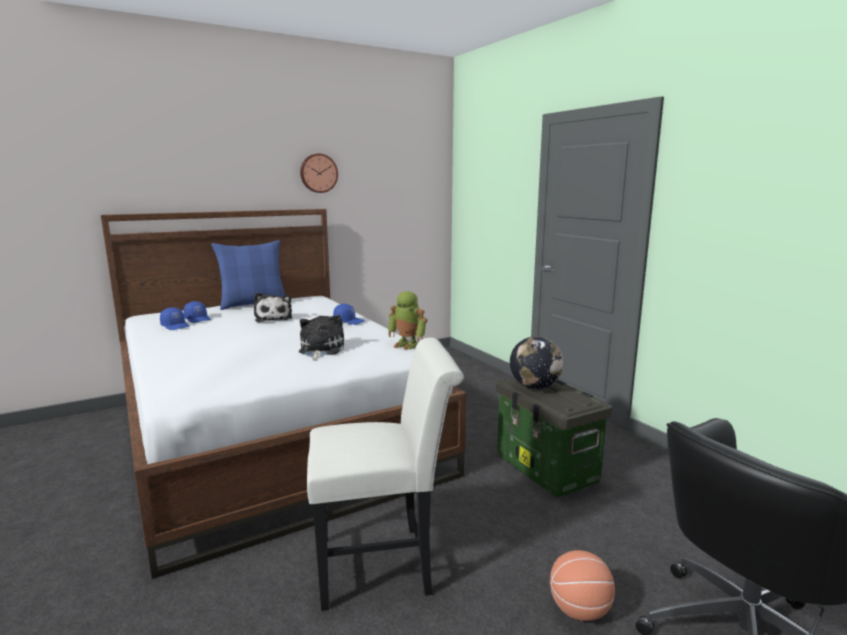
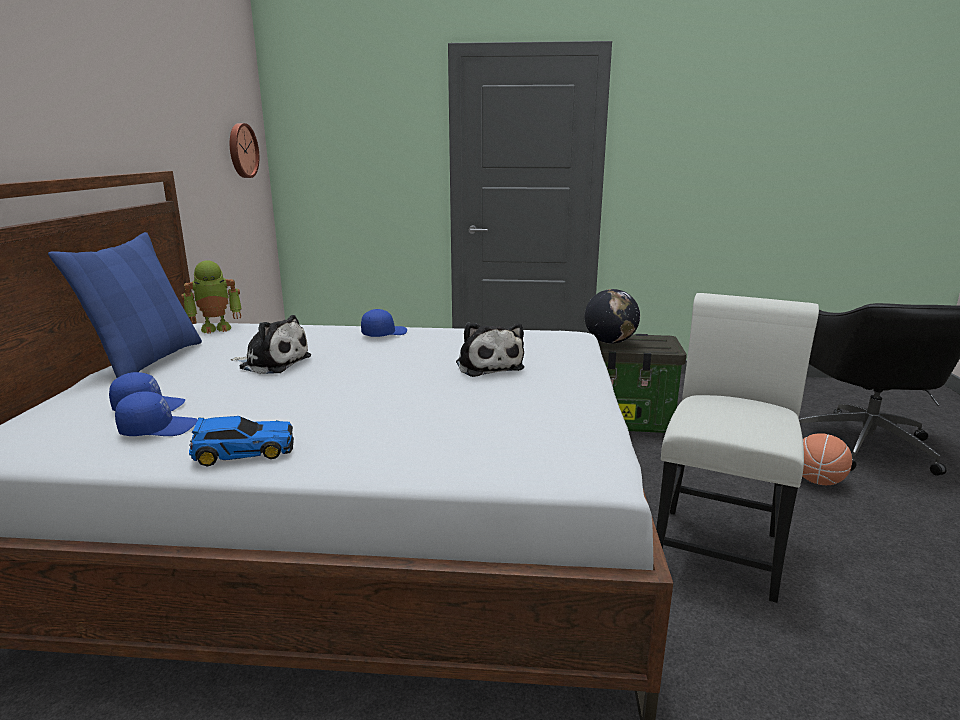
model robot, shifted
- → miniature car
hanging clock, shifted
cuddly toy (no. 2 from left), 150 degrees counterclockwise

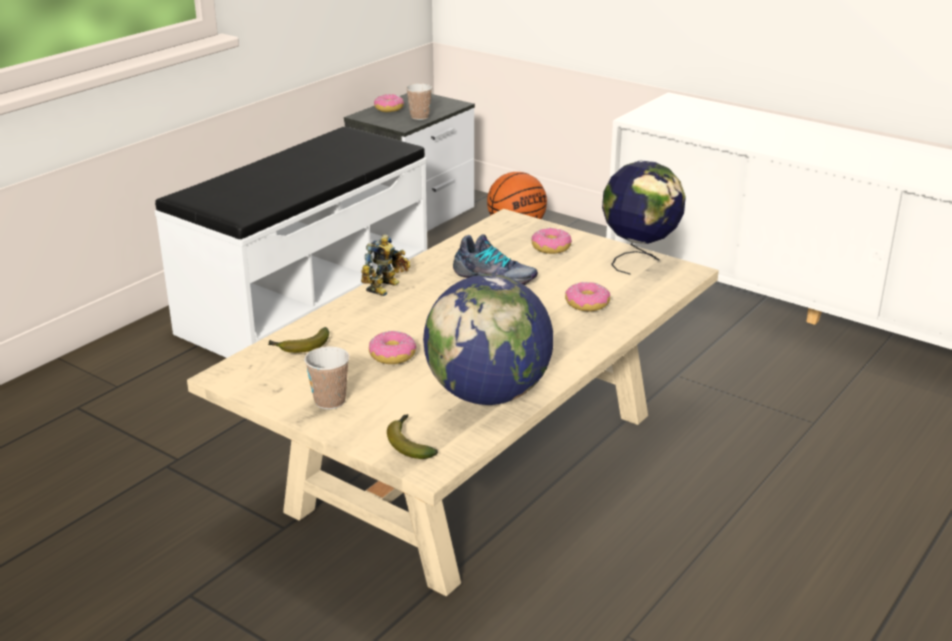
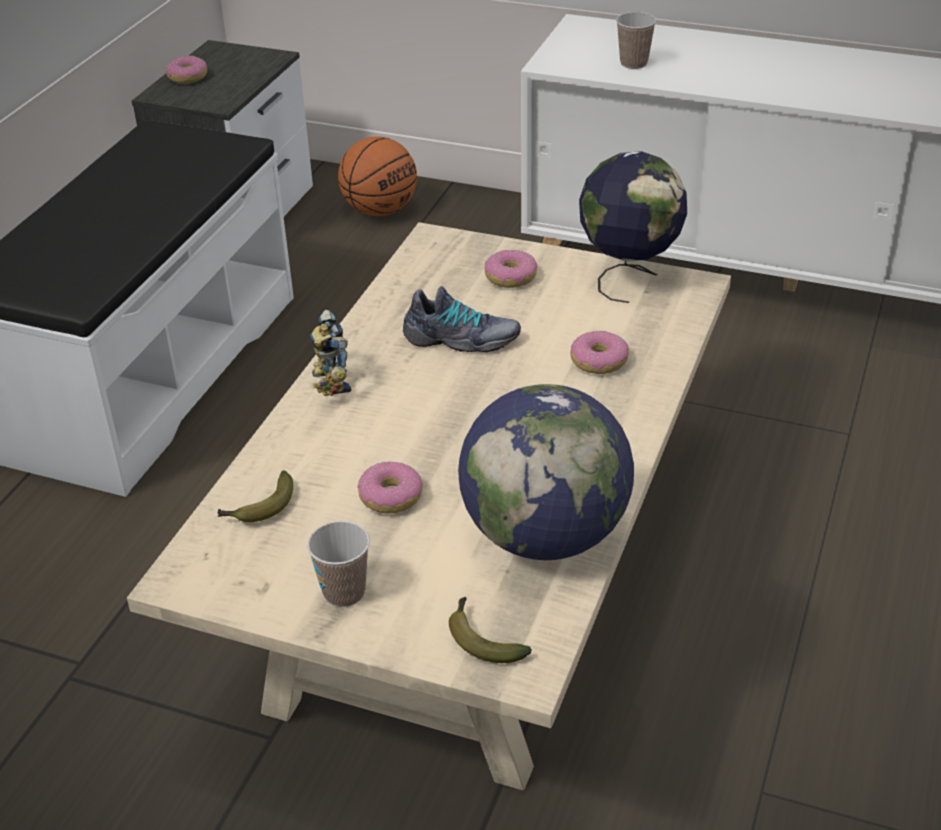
model robot, 150 degrees clockwise
cup (no. 2 from left), shifted

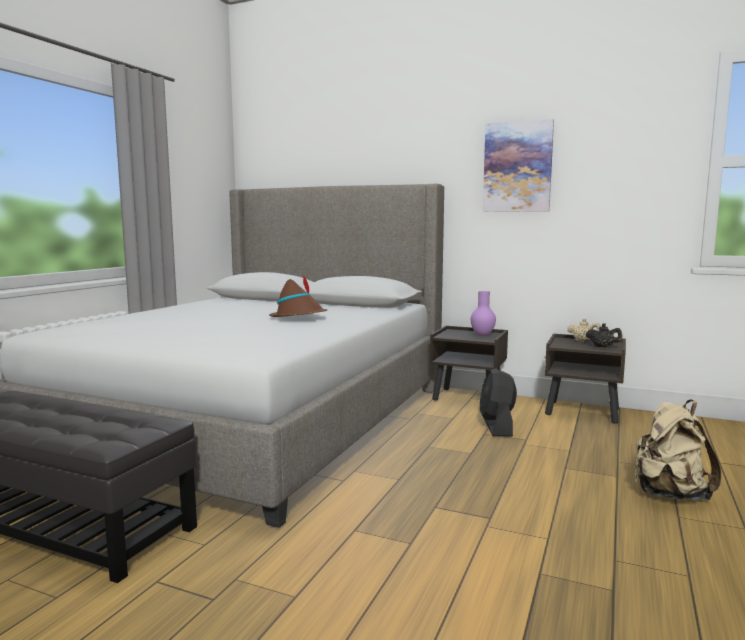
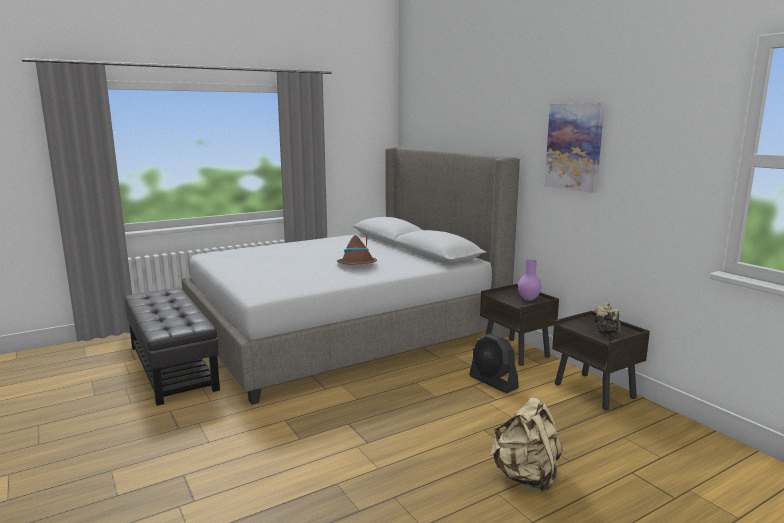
fan (blackish), 75 degrees counterclockwise

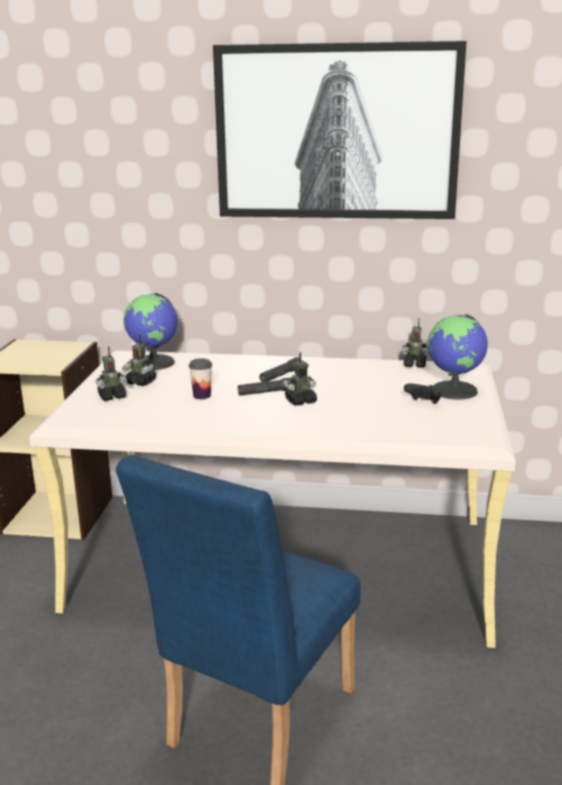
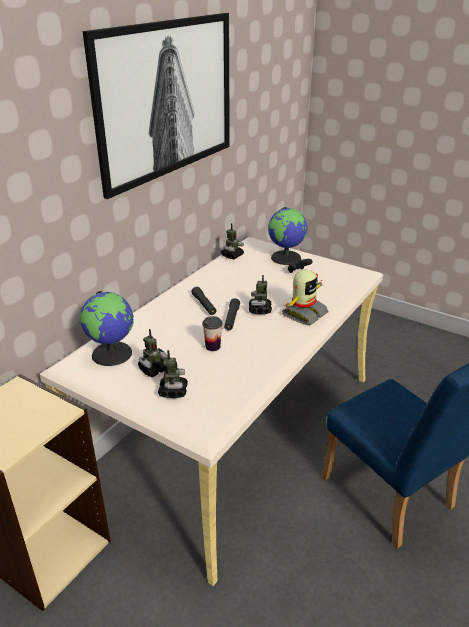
- → model robot (no. 5 from left)

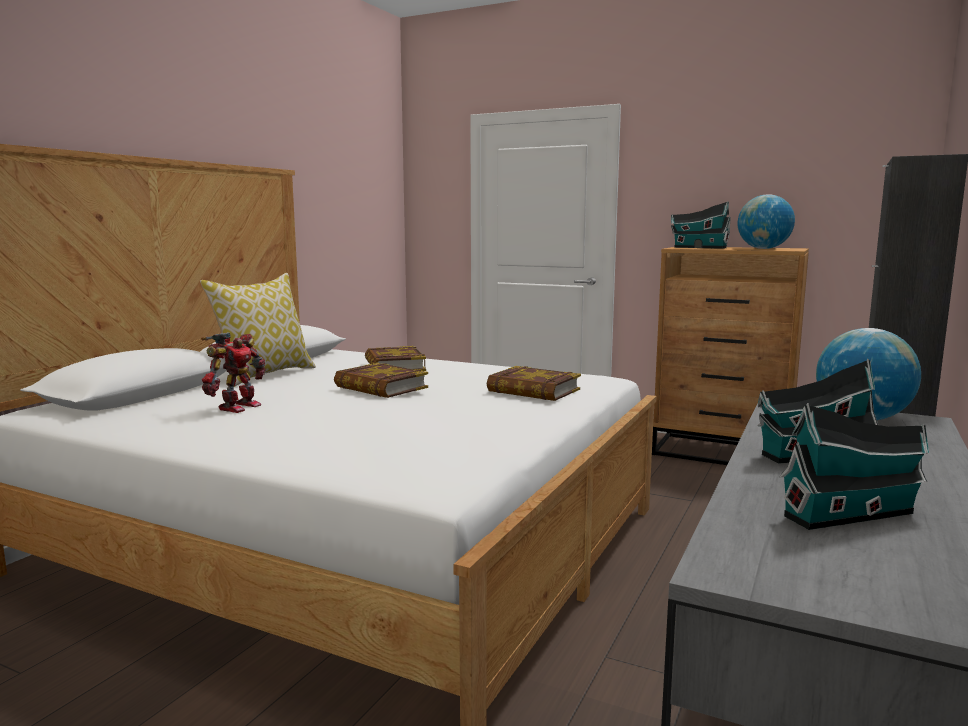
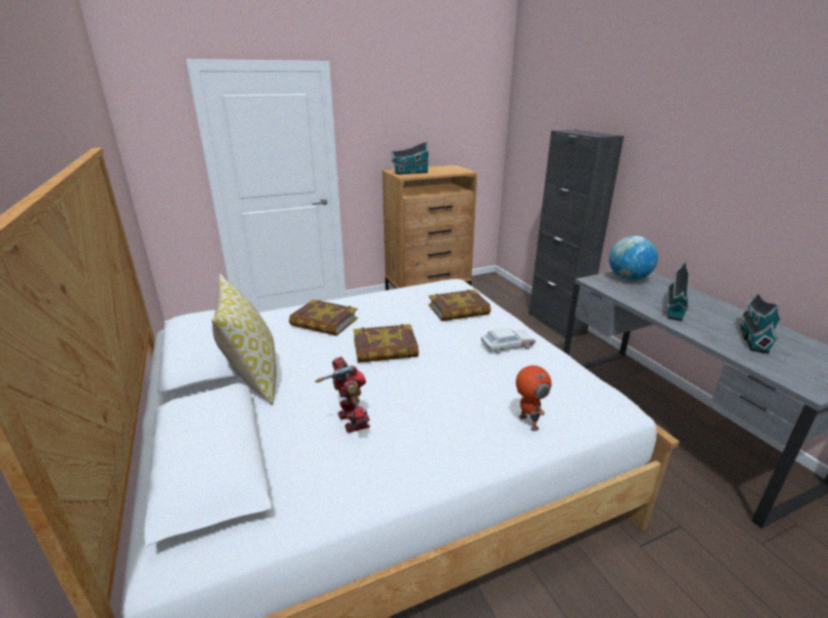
- → miniature car
- → model robot (no. 2 from left)
world globe (no. 1 from left) → -

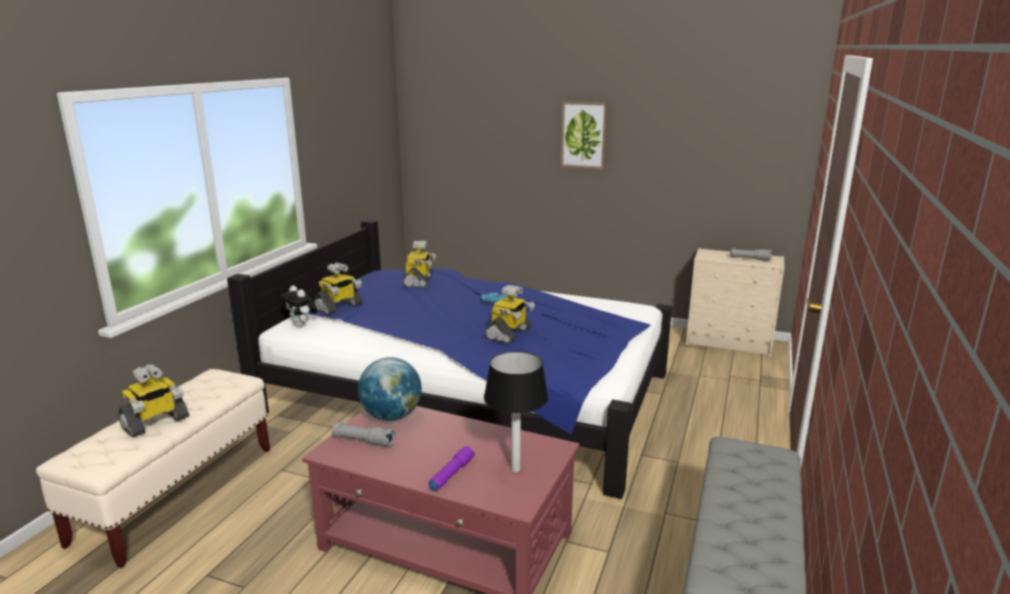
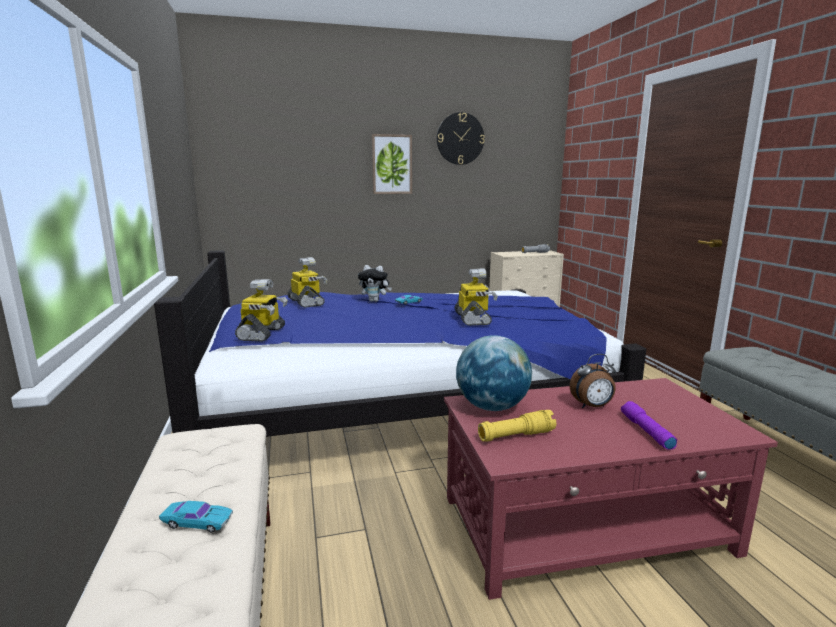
model robot (no. 1 from left) → miniature car (turquoise-coloured) (no. 1 from left)
cuddly toy, shifted
- → hanging clock
hand torch (grey) (no. 1 from left) → hand torch (yellowish)
- → table clock
table lamp → -

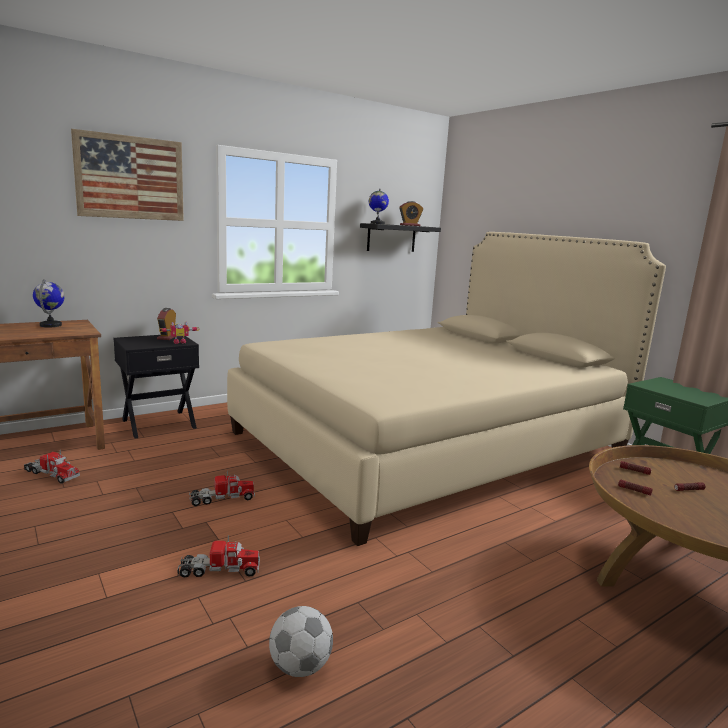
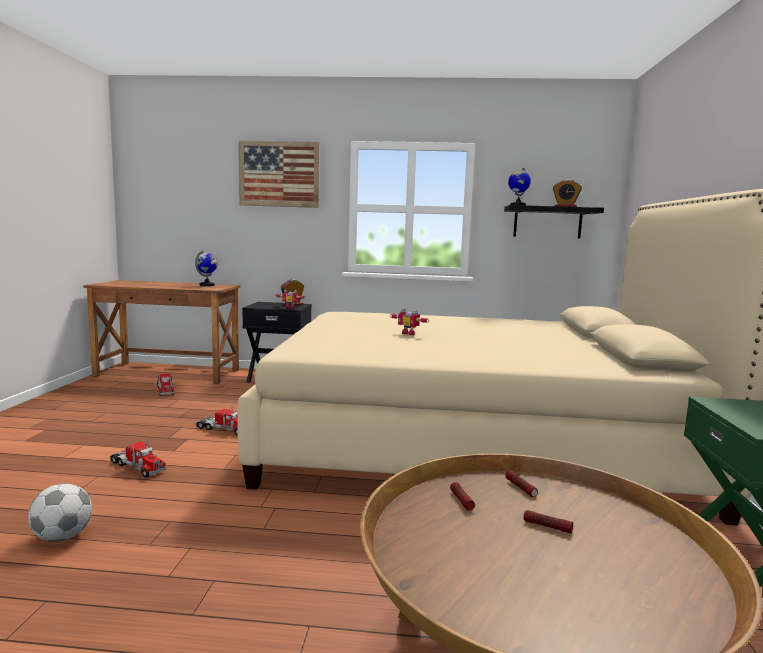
- → model robot (no. 2 from left)

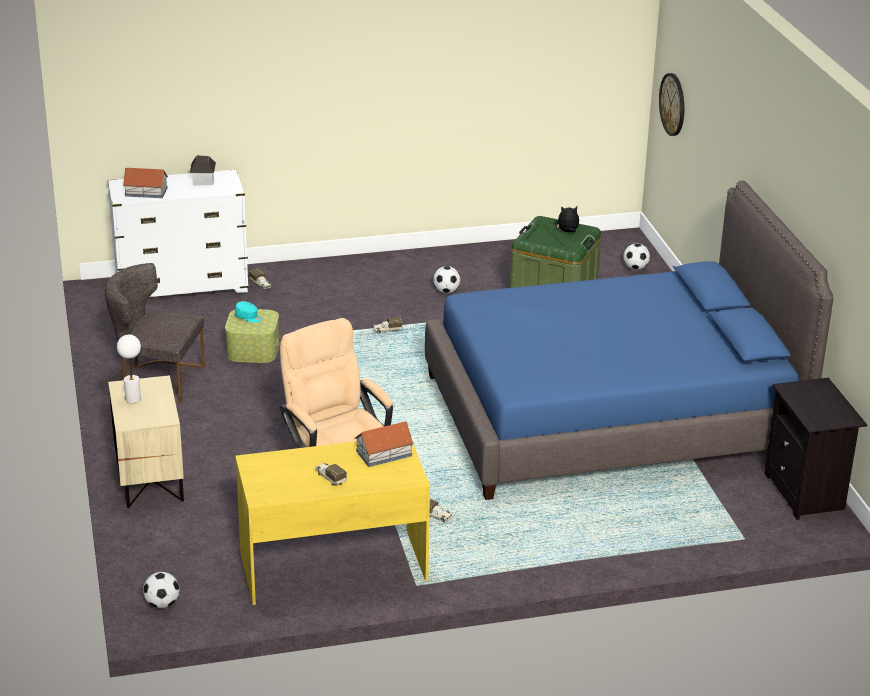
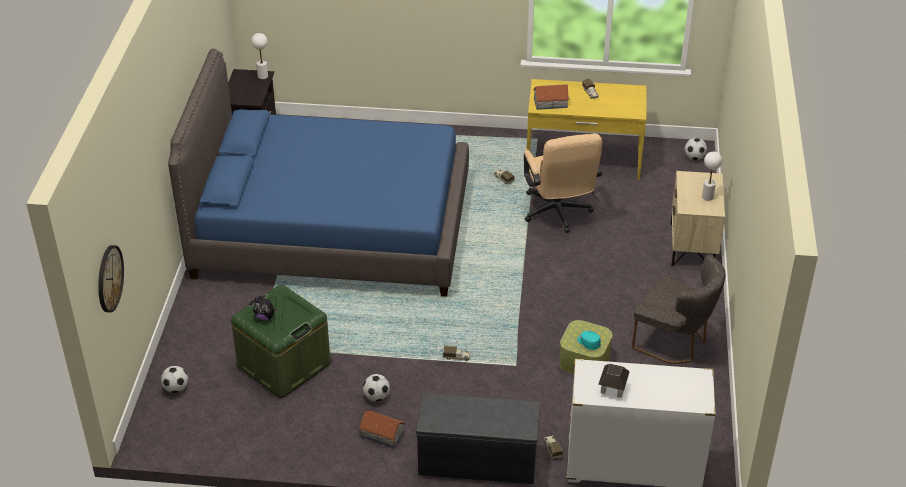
- → table lamp (whitish) (no. 1 from left)
toy house (no. 1 from left), shifted
- → long seat (grey)

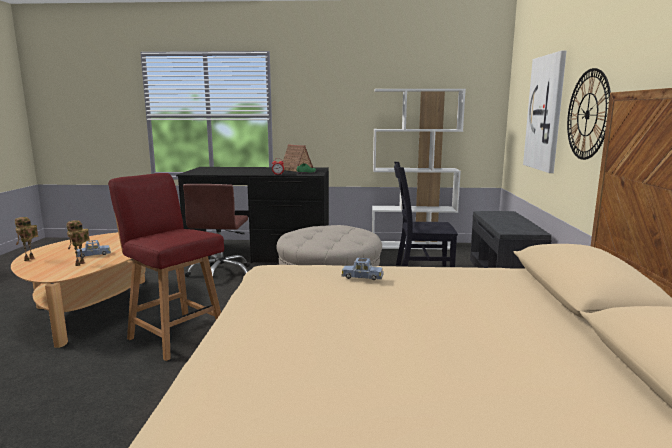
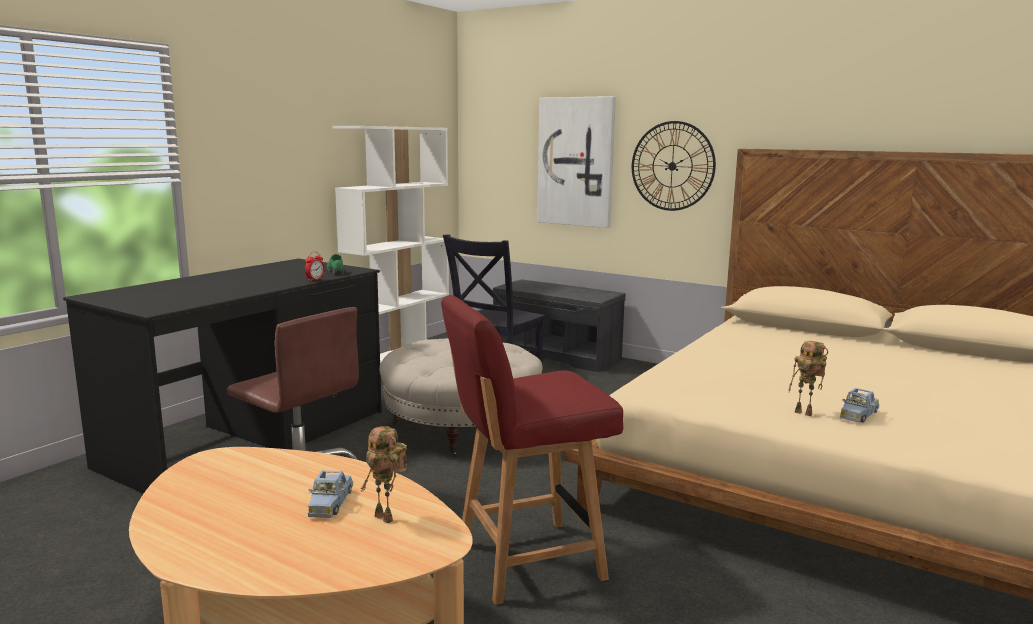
model robot (no. 1 from left in the first image) → model robot (no. 2 from left), shifted
miniature car (blue) (no. 2 from left), shifted
toy house → -

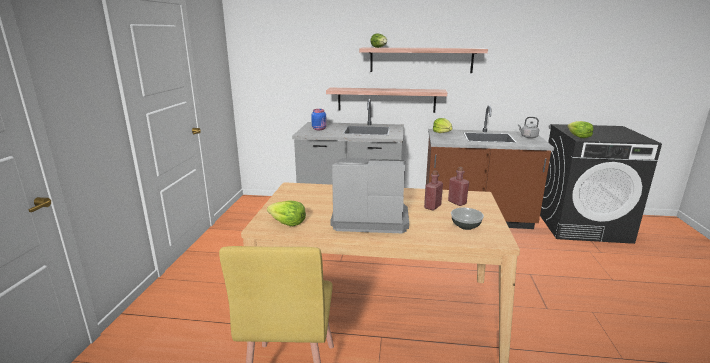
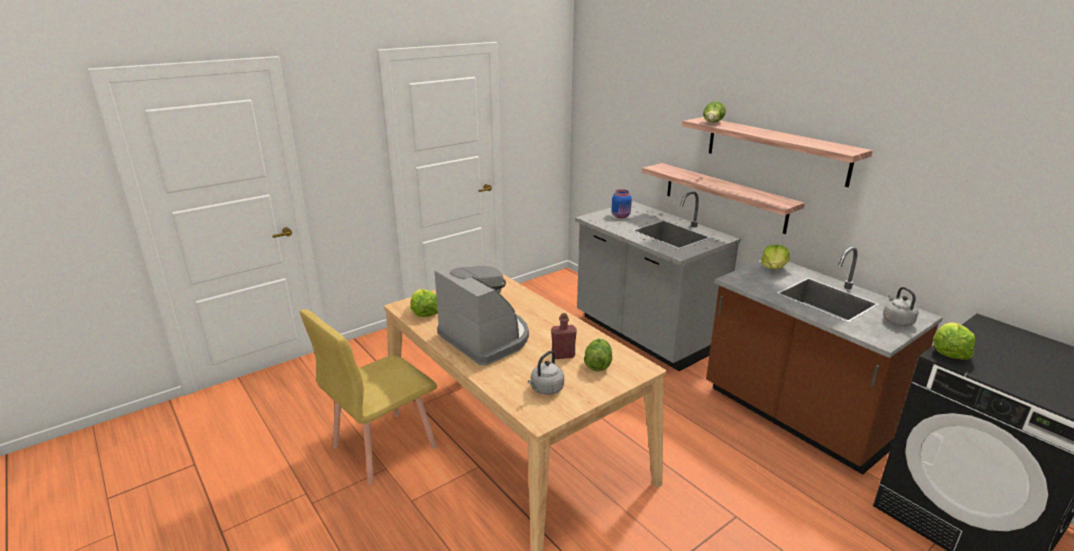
bowl → tea kettle (grey) (no. 1 from left)
drink bottle (red) (no. 2 from left) → head of lettuce (no. 2 from left)

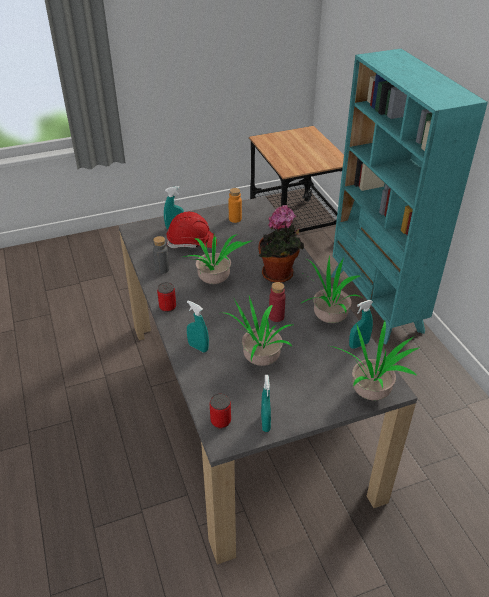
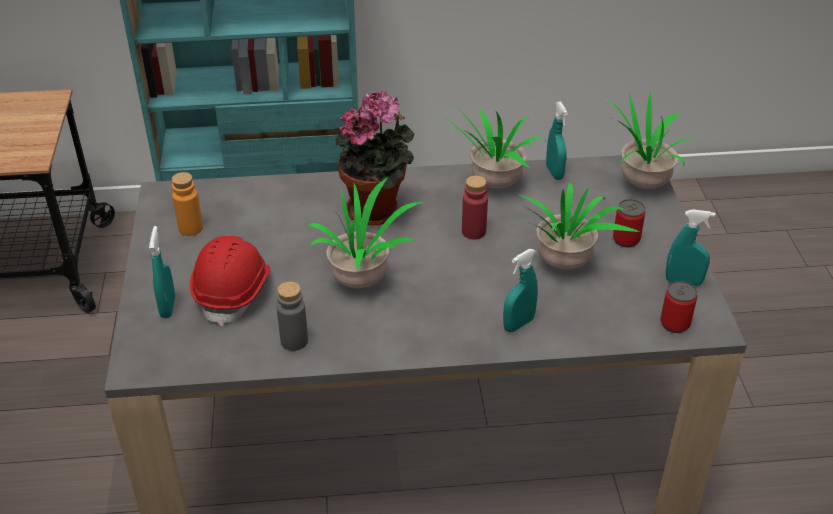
can (no. 1 from left), shifted

